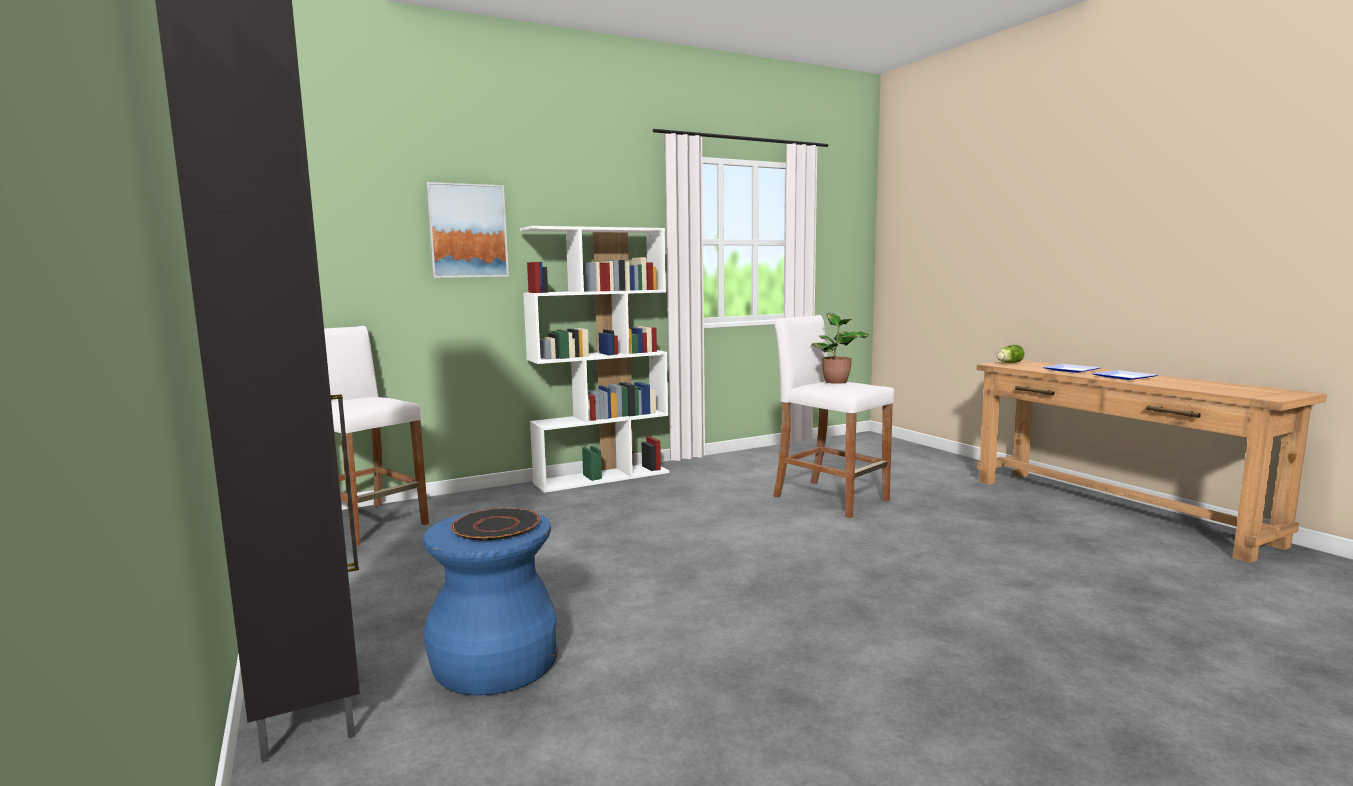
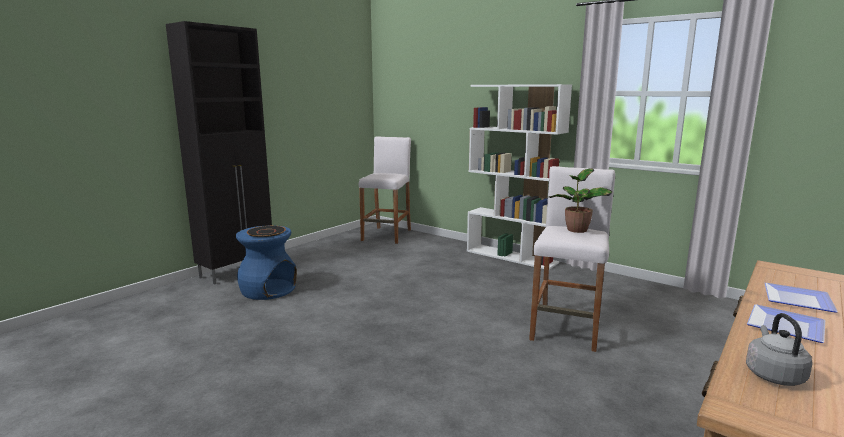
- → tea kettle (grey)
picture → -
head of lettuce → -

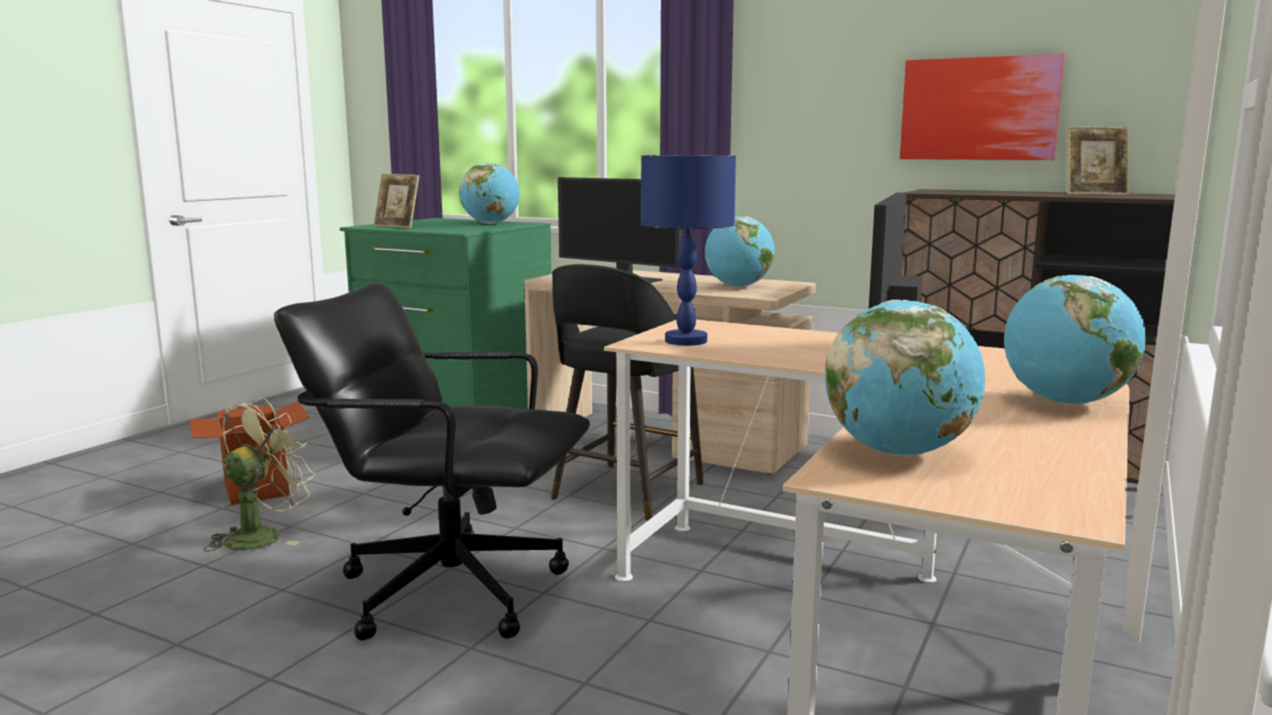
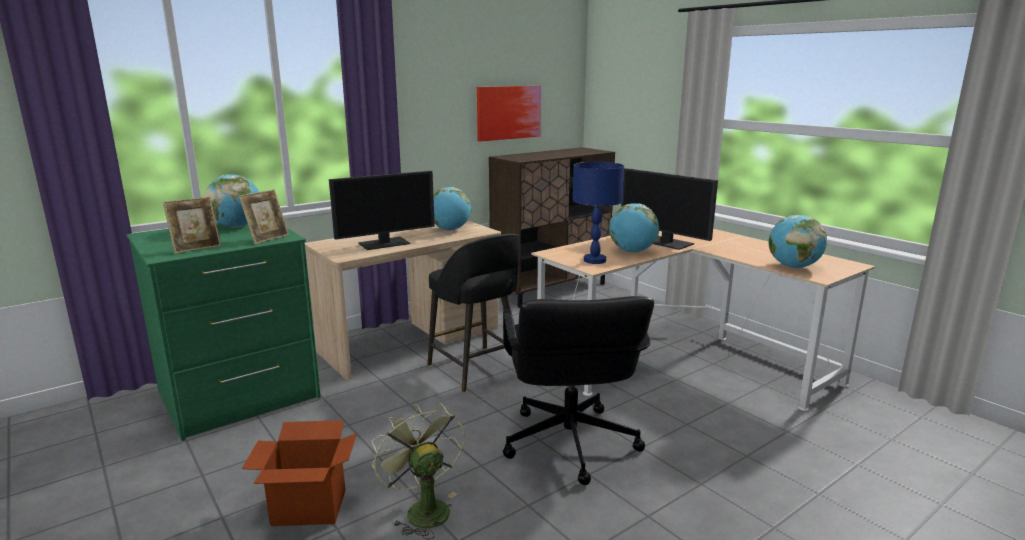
photo frame (no. 2 from left), shifted
desk chair (blackish), 45 degrees counterclockwise
world globe (no. 4 from left in the first image) → world globe (no. 3 from left), shifted

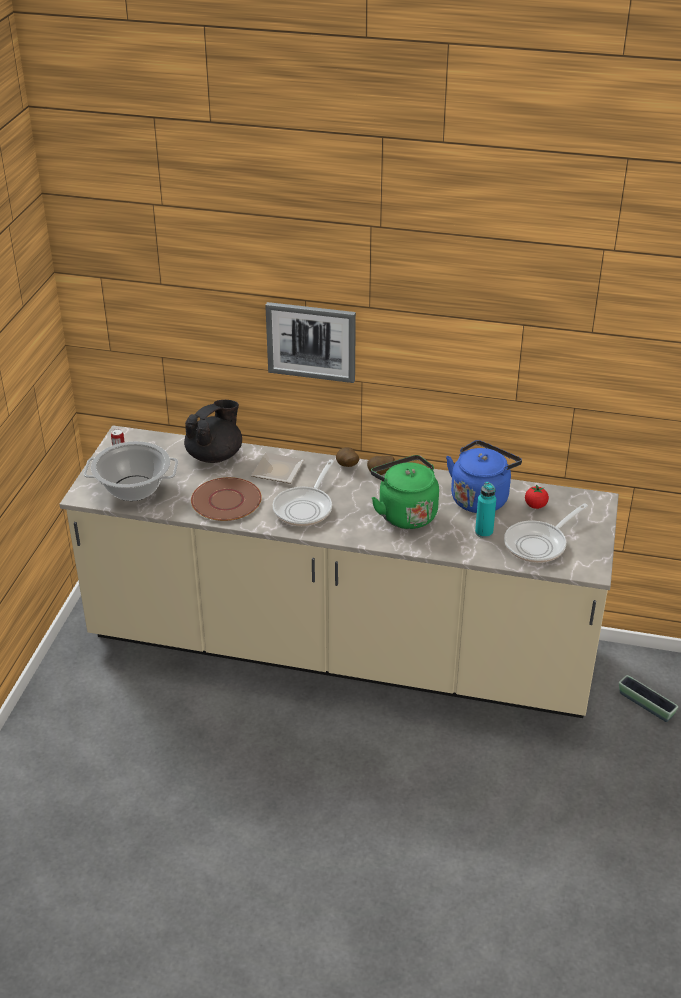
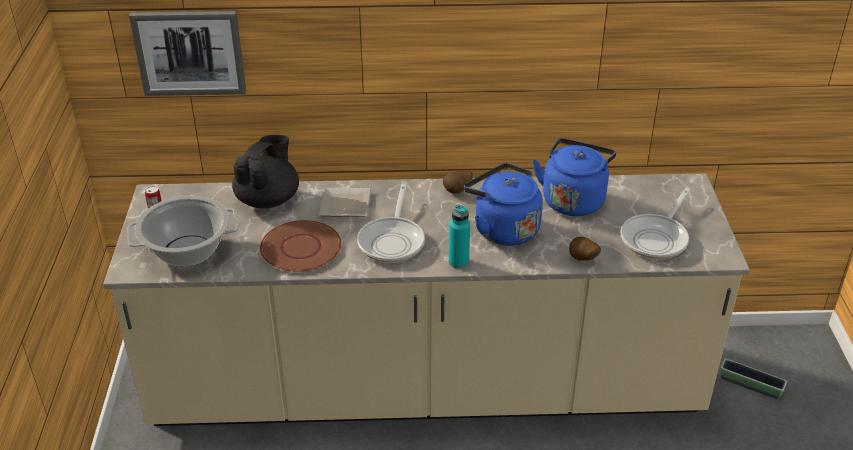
picture, shifted
drink bottle (turquoise-coloured), shifted
tea kettle (green) → tea kettle (blue) (no. 1 from left)
whole potato (no. 1 from left in the first image) → whole potato (no. 2 from left), shifted
fresh tomato → -

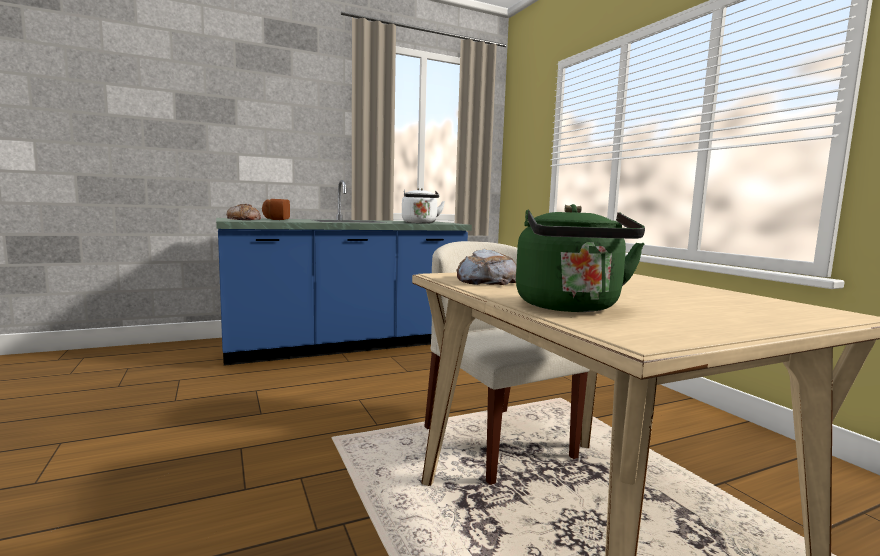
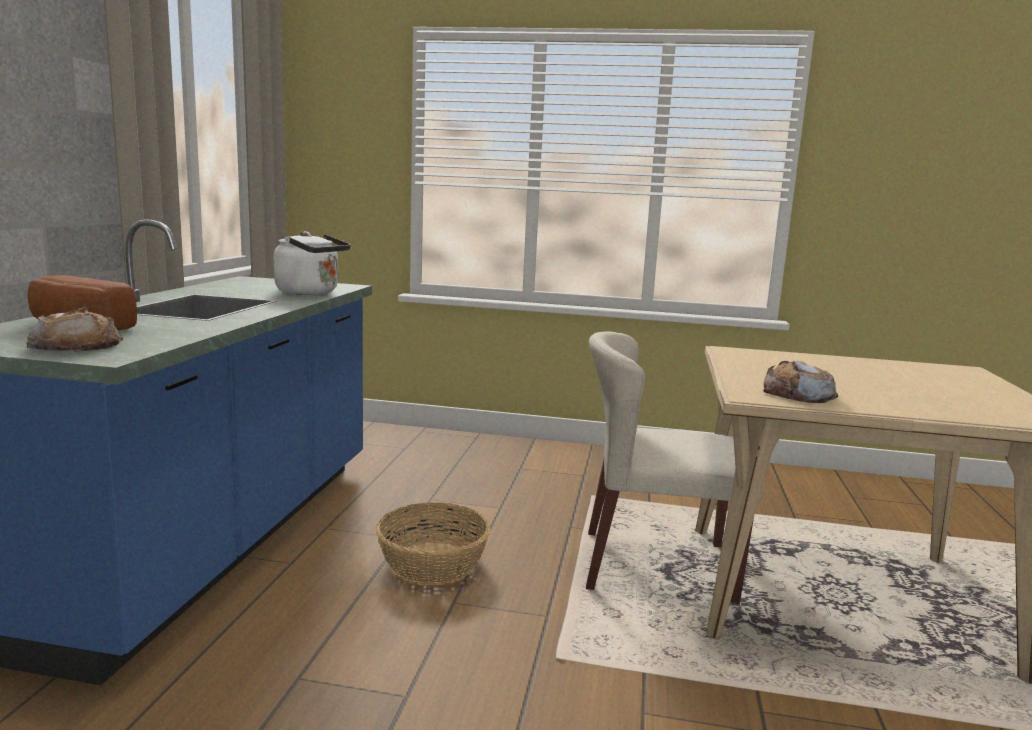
- → basket
tea kettle (green) → -

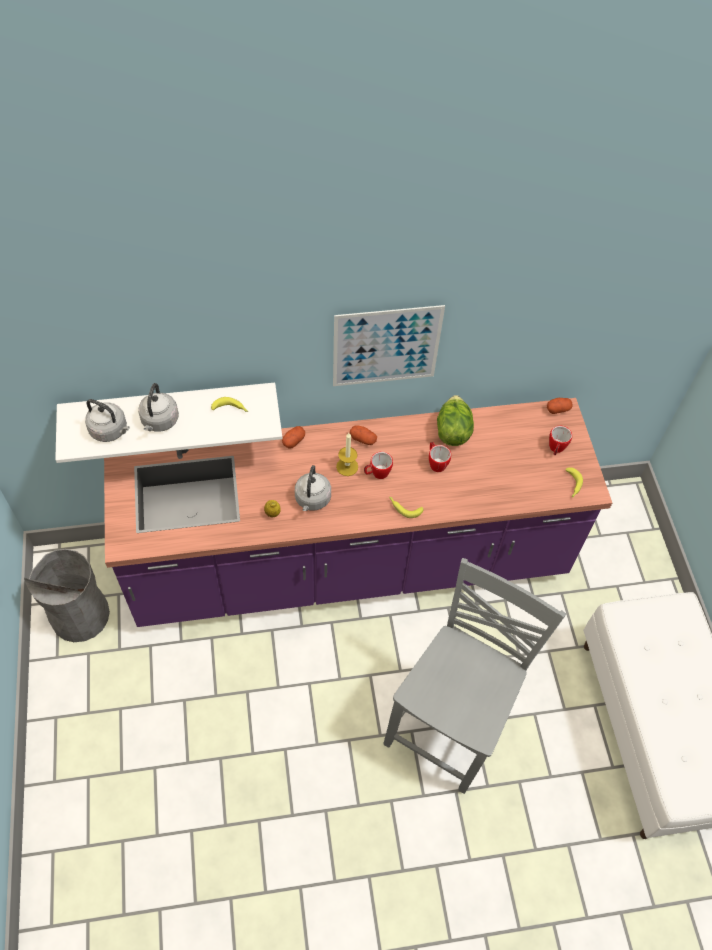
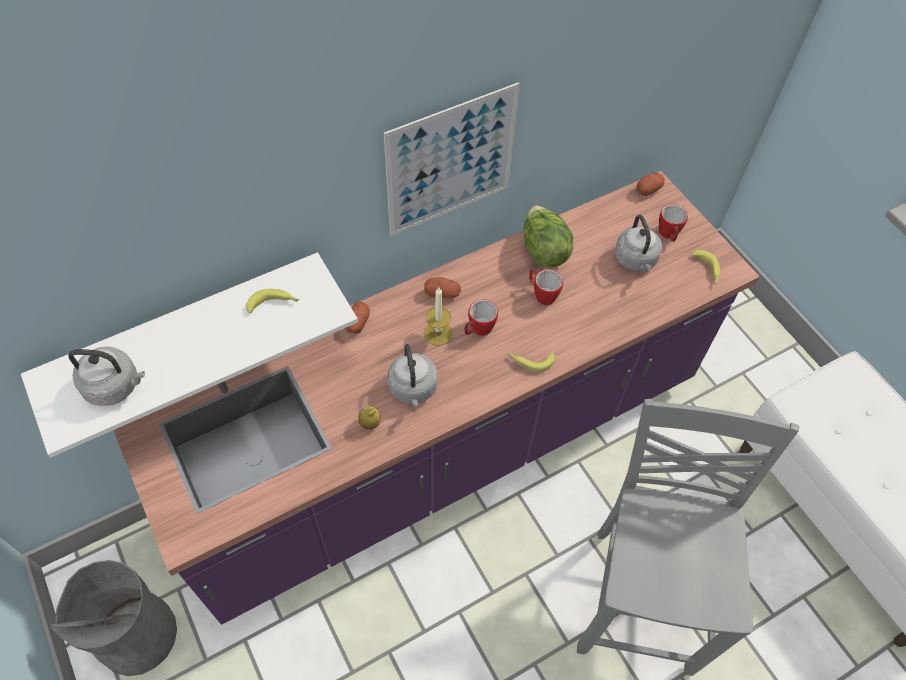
tea kettle (grey) (no. 2 from left in the first image) → tea kettle (grey) (no. 3 from left), shifted

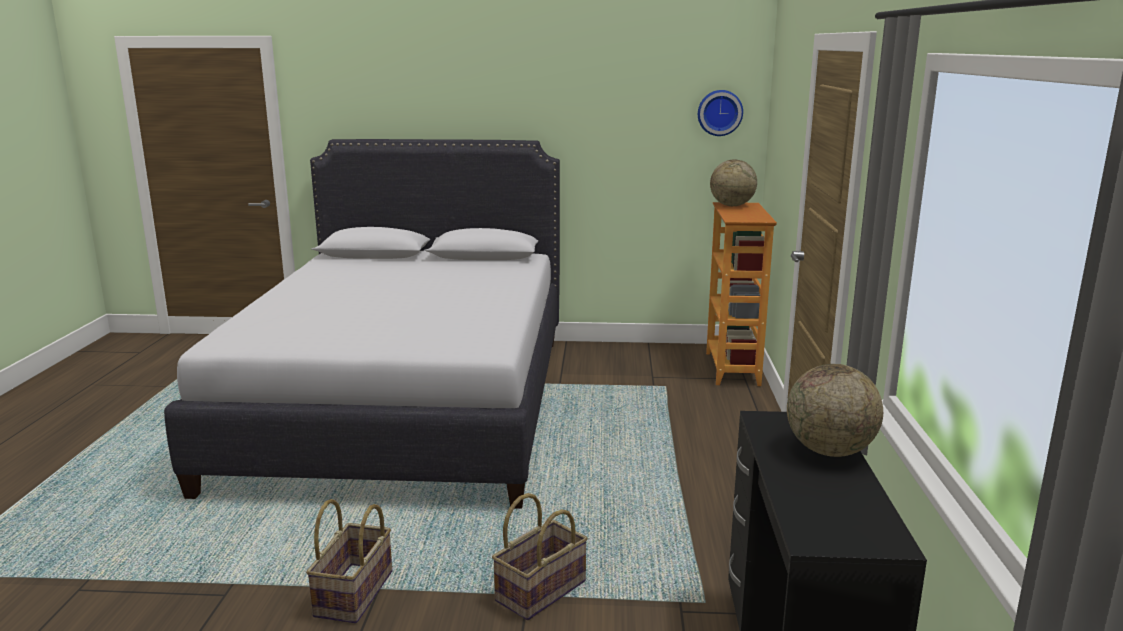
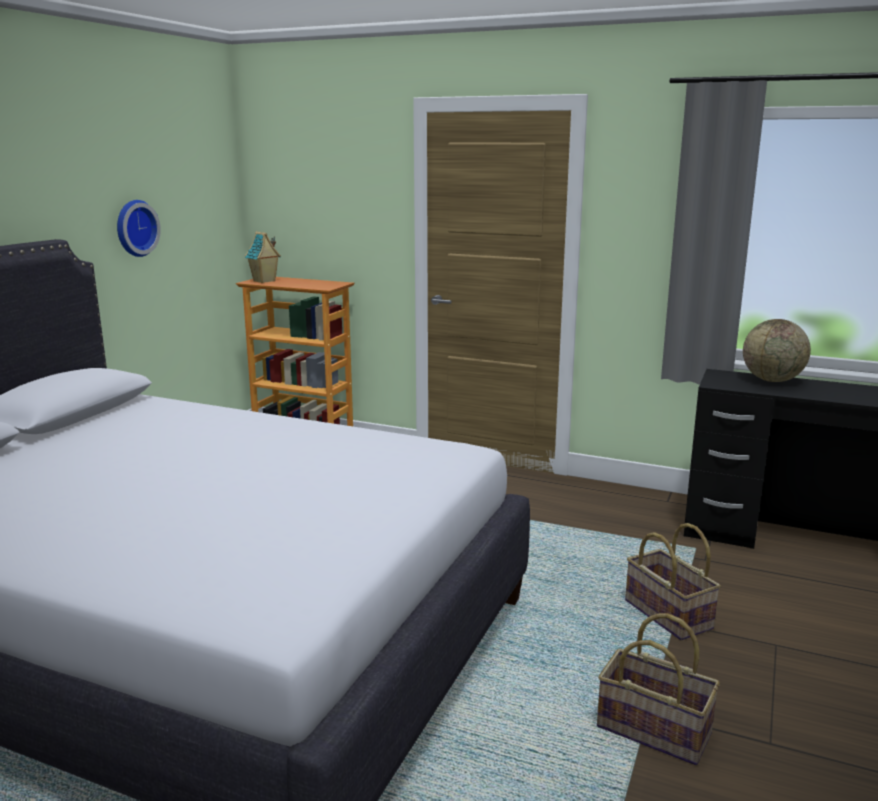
hanging clock, shifted
world globe (no. 1 from left) → toy house

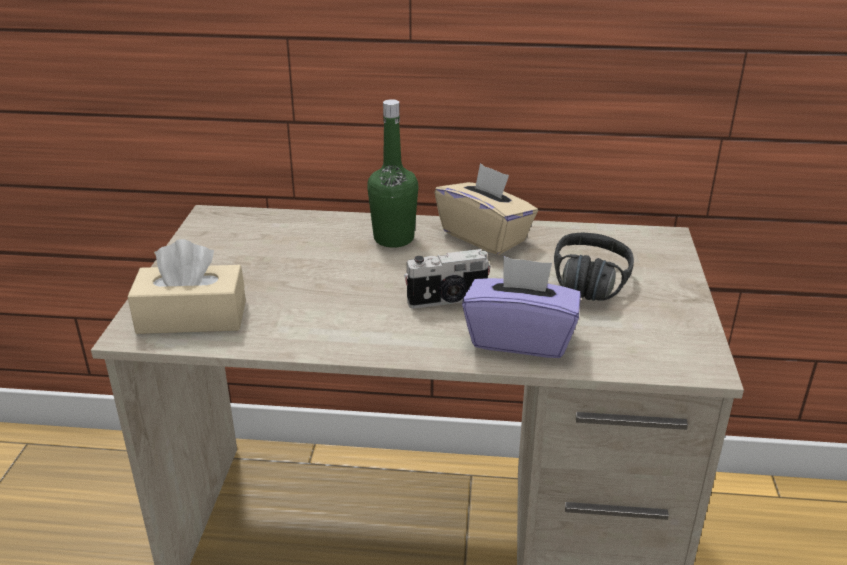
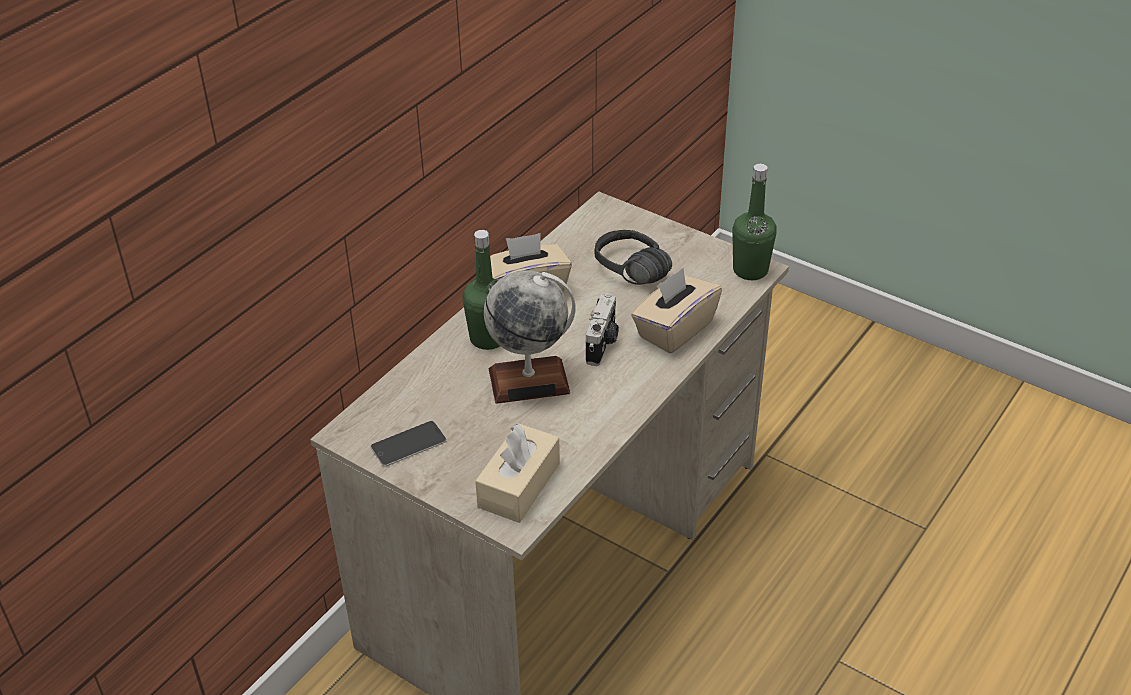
- → phone
- → world globe
tissue box (purple) → tissue box (beige-coloured) (no. 3 from left)
- → drink bottle (green) (no. 2 from left)

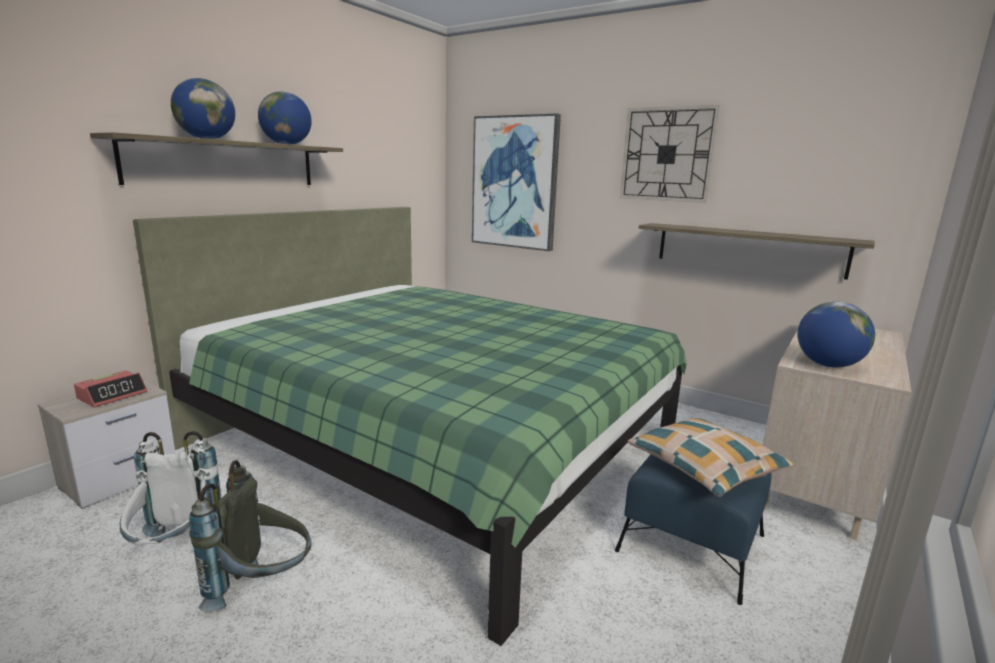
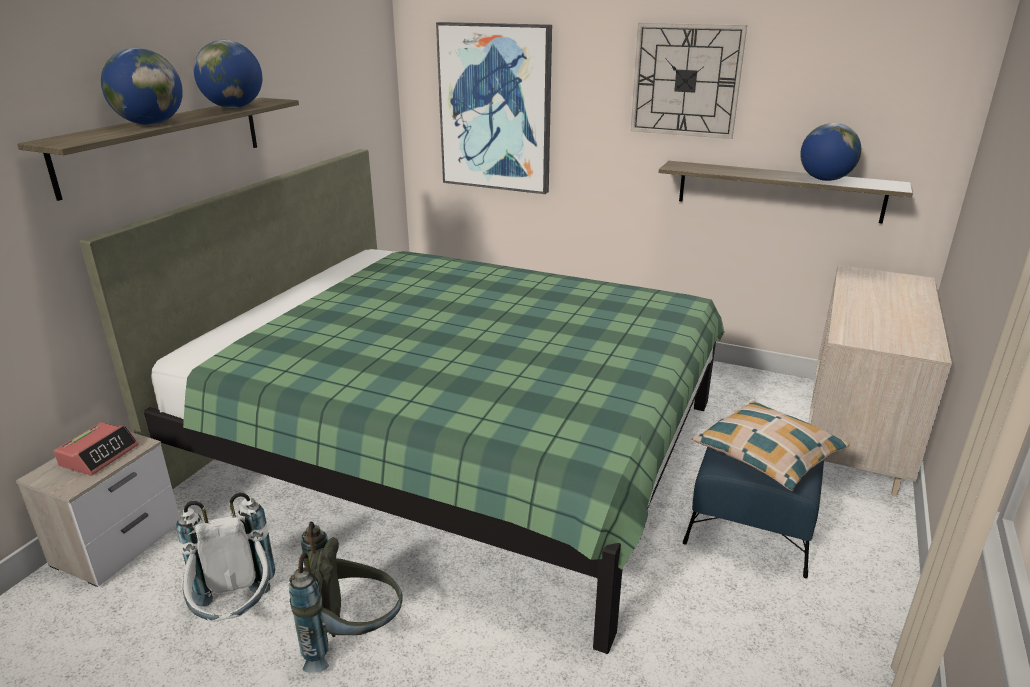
world globe (no. 3 from left), shifted

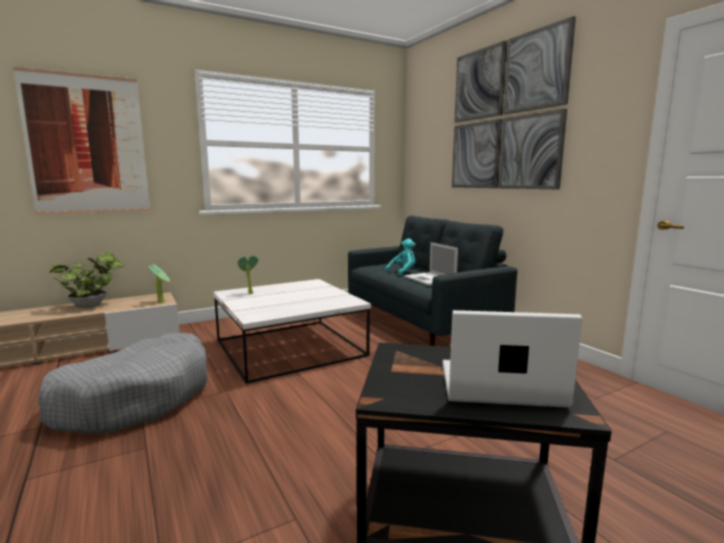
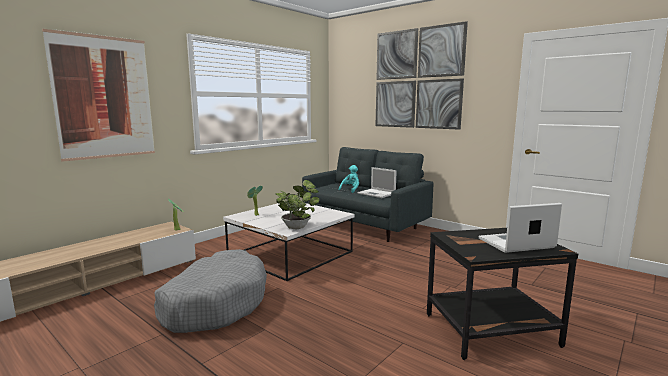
houseplant (no. 1 from left in the first image) → houseplant (no. 3 from left), shifted

